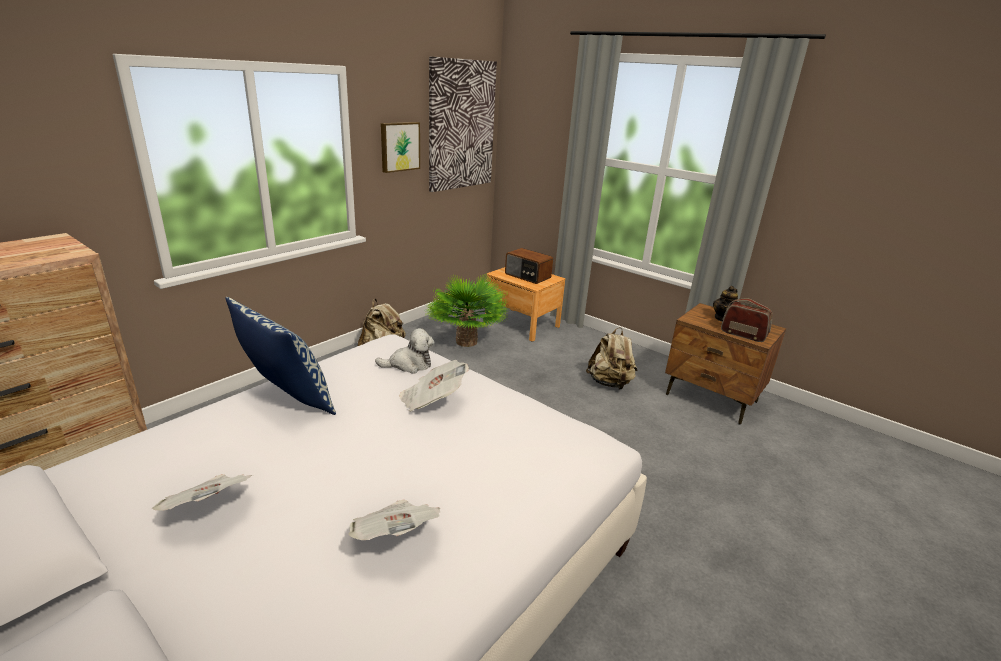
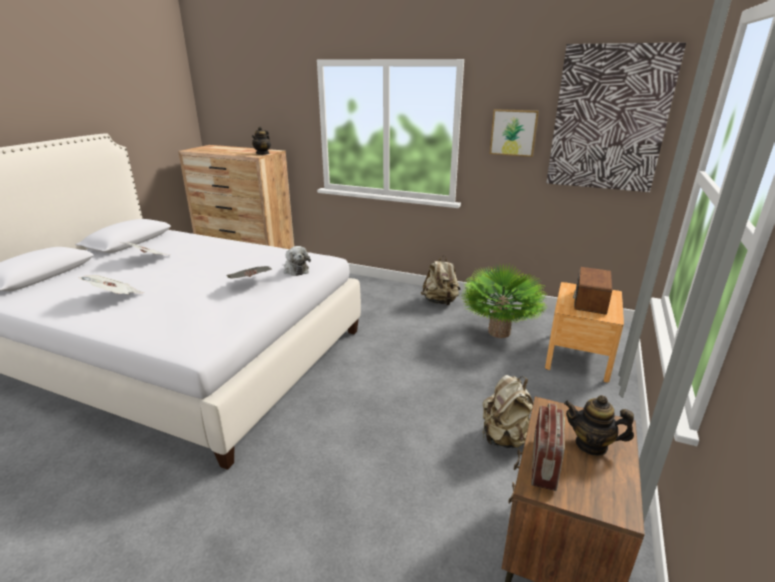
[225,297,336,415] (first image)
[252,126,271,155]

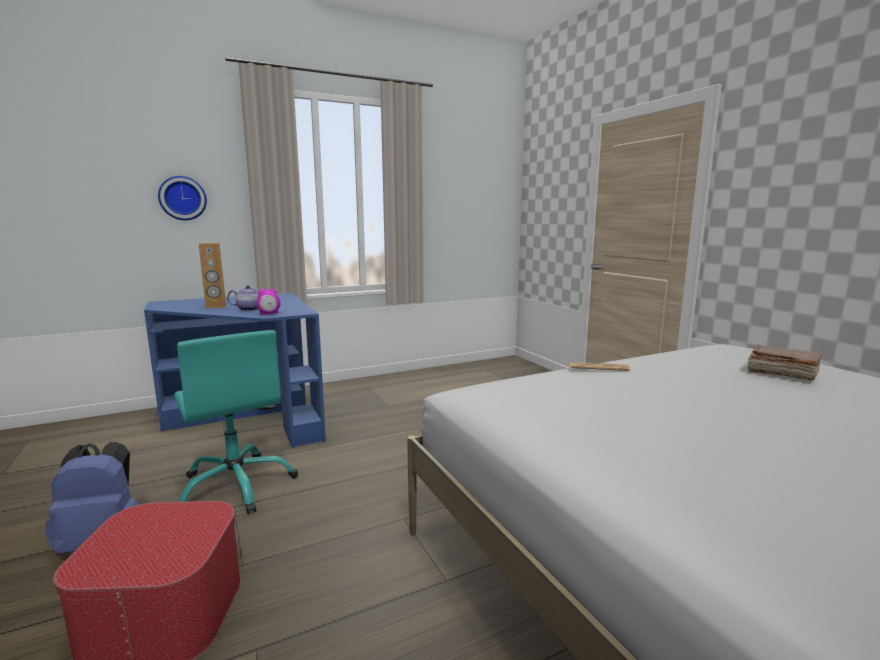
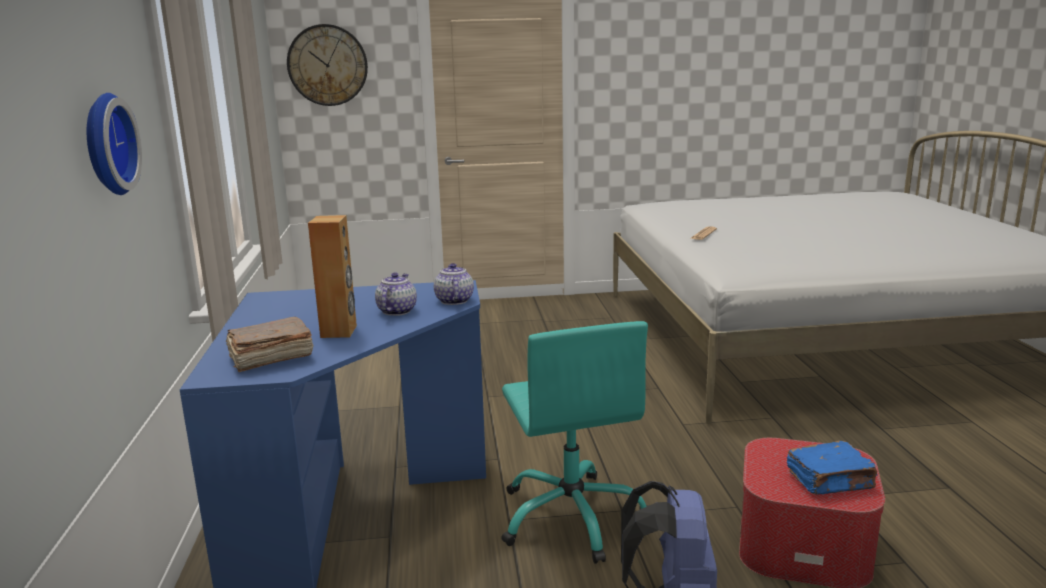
[501,321,648,564]
[434,263,474,305]
[225,317,313,372]
[287,24,368,106]
[787,441,878,494]

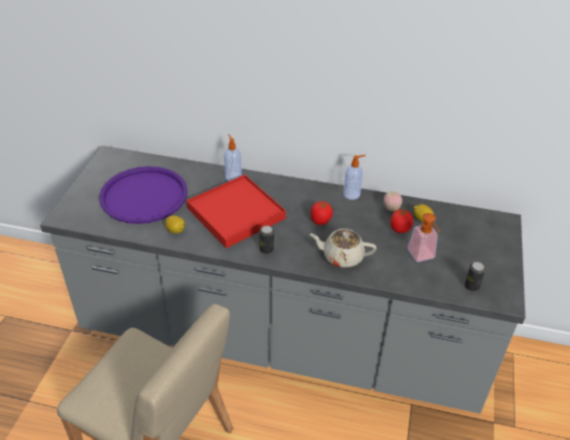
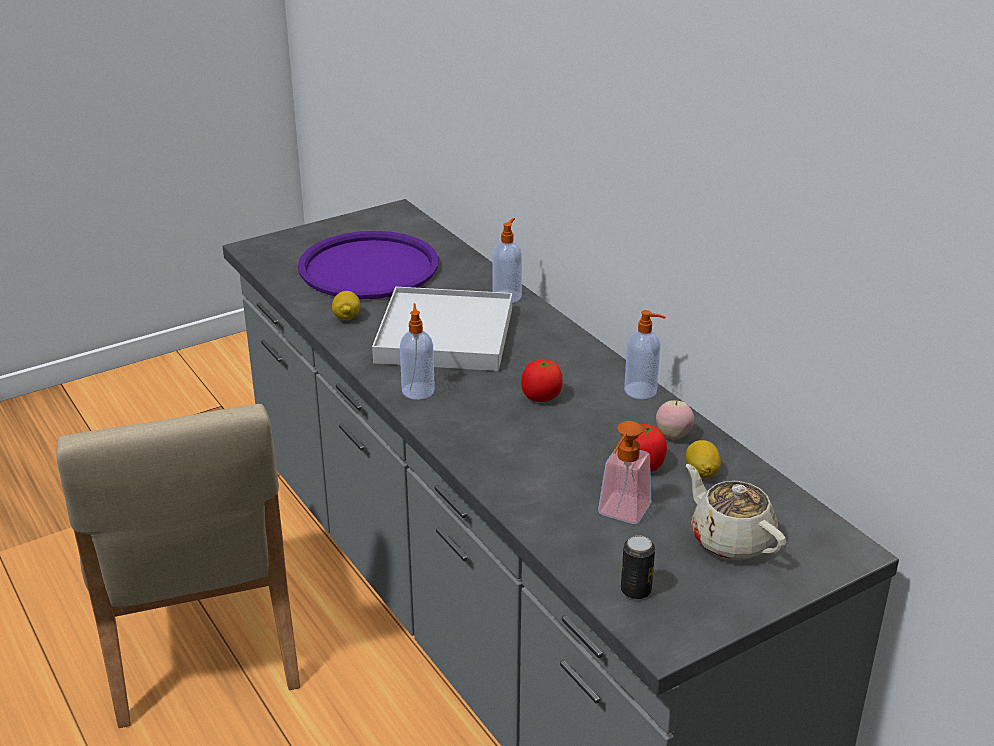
[372,287,512,371]
[400,303,435,400]
[686,464,786,560]

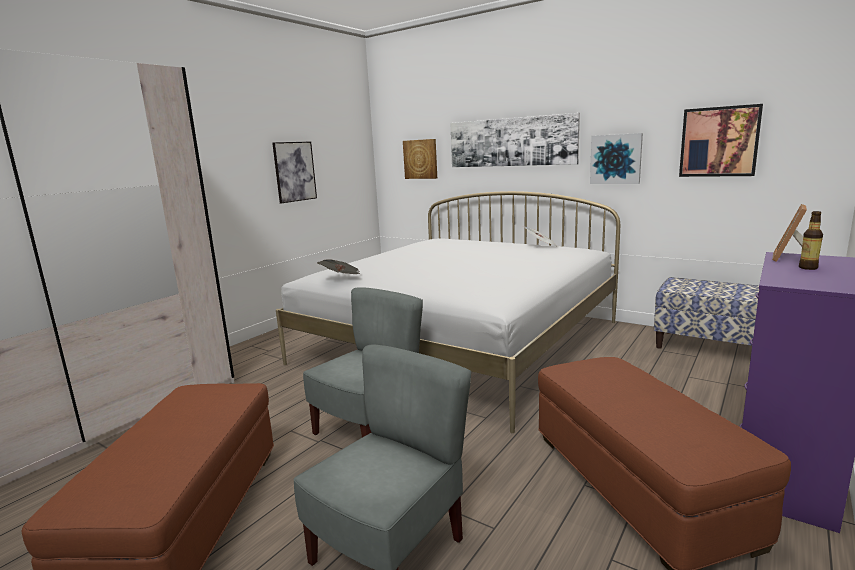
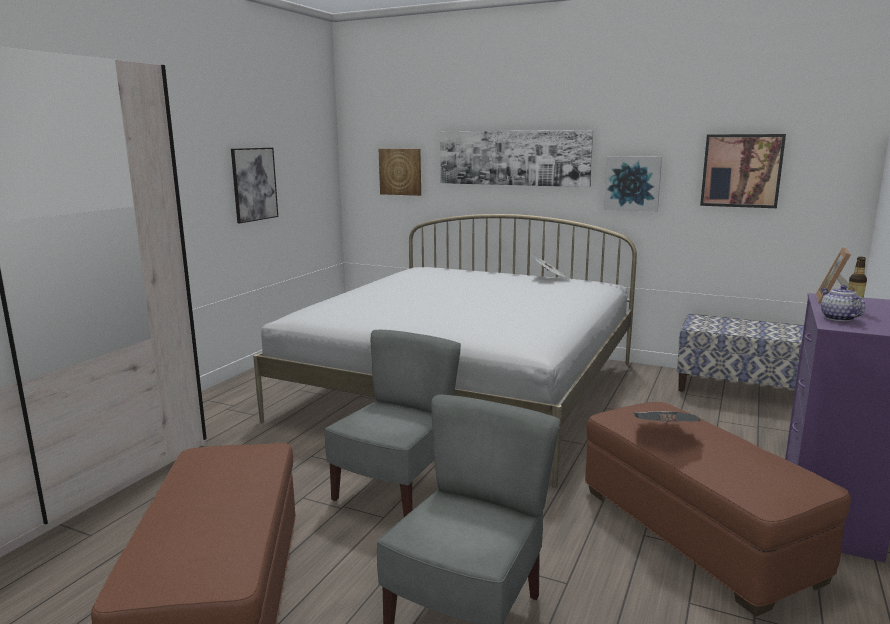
[633,411,701,423]
[821,285,865,321]

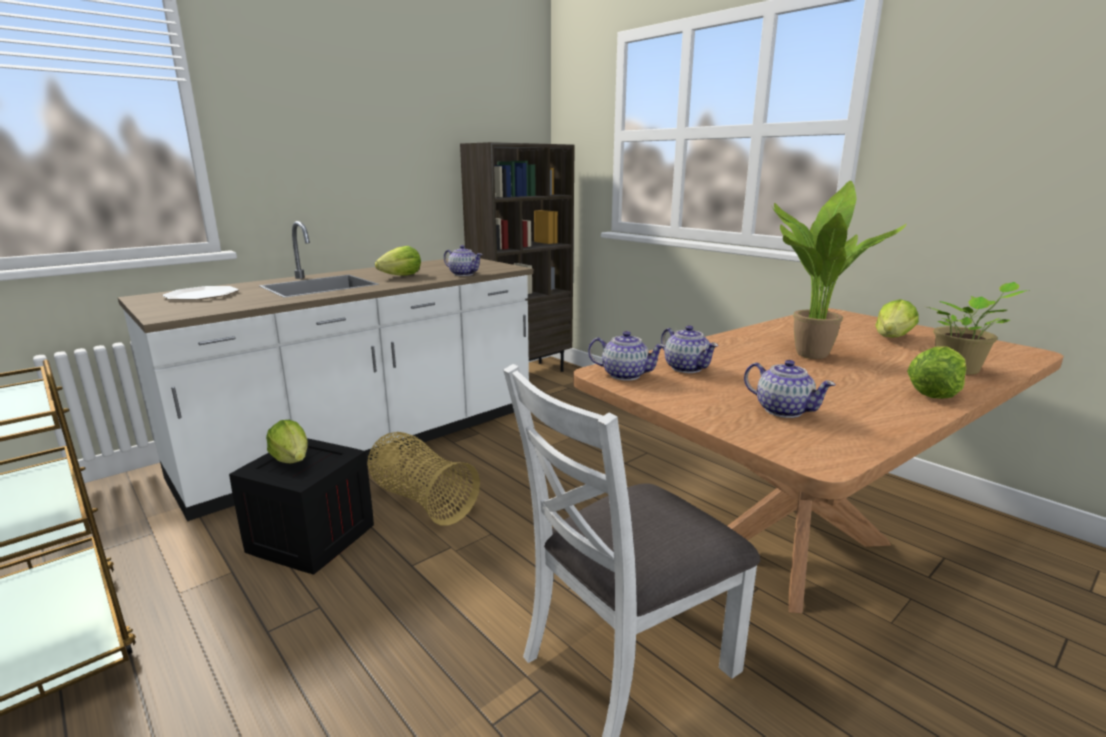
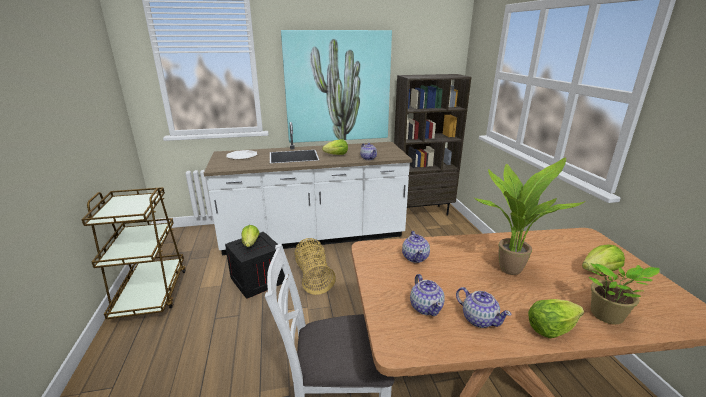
[456,287,512,328]
[281,30,392,143]

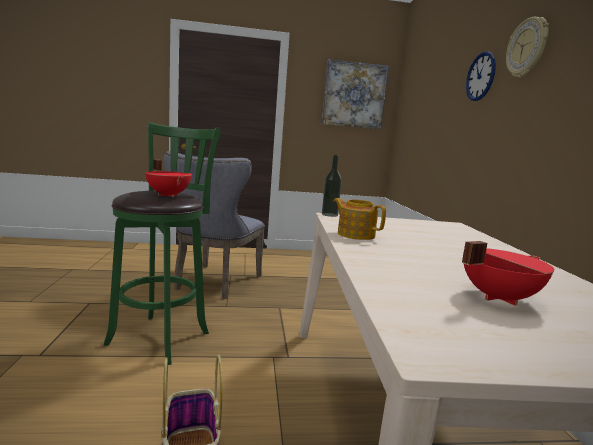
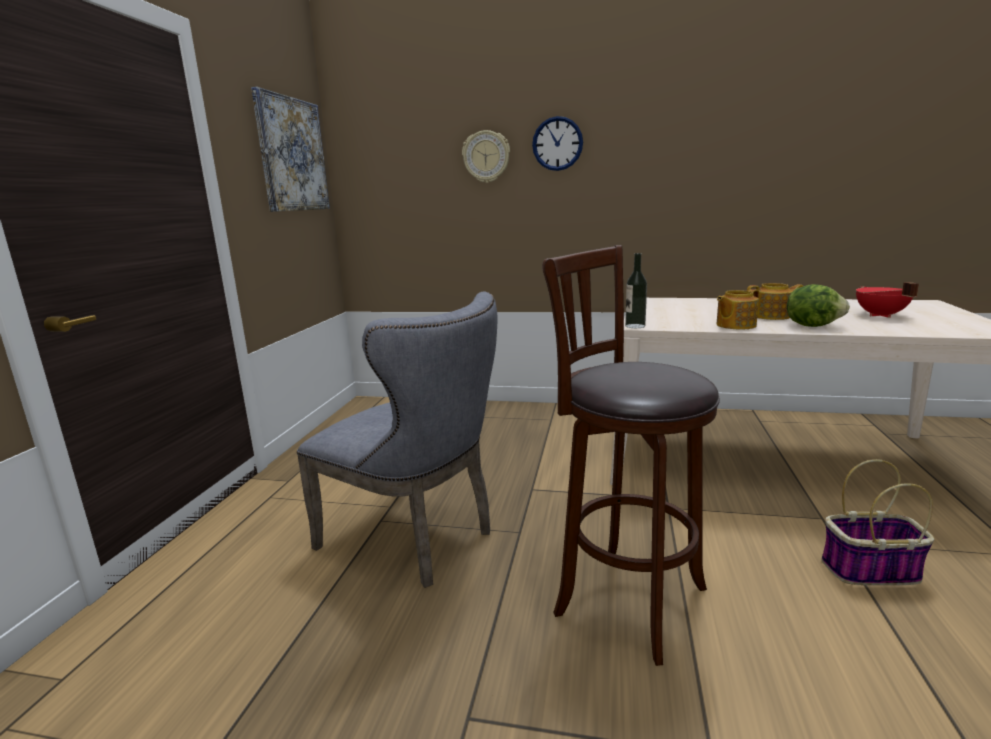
[542,245,720,666]
[145,159,192,197] (first image)
[462,130,510,183]
[747,283,803,320]
[787,284,850,327]

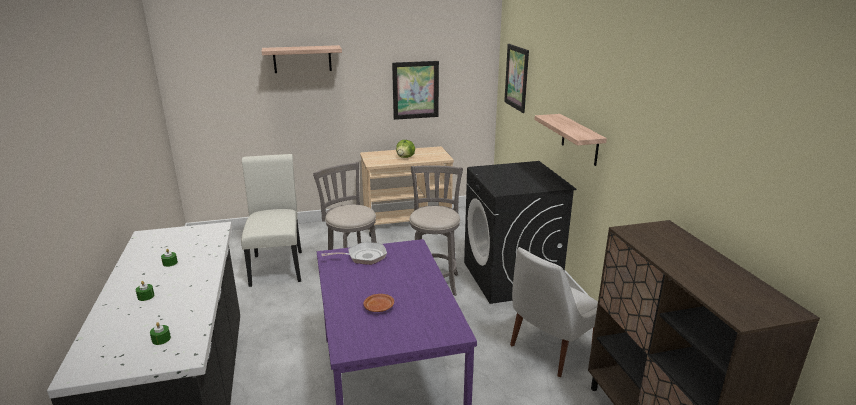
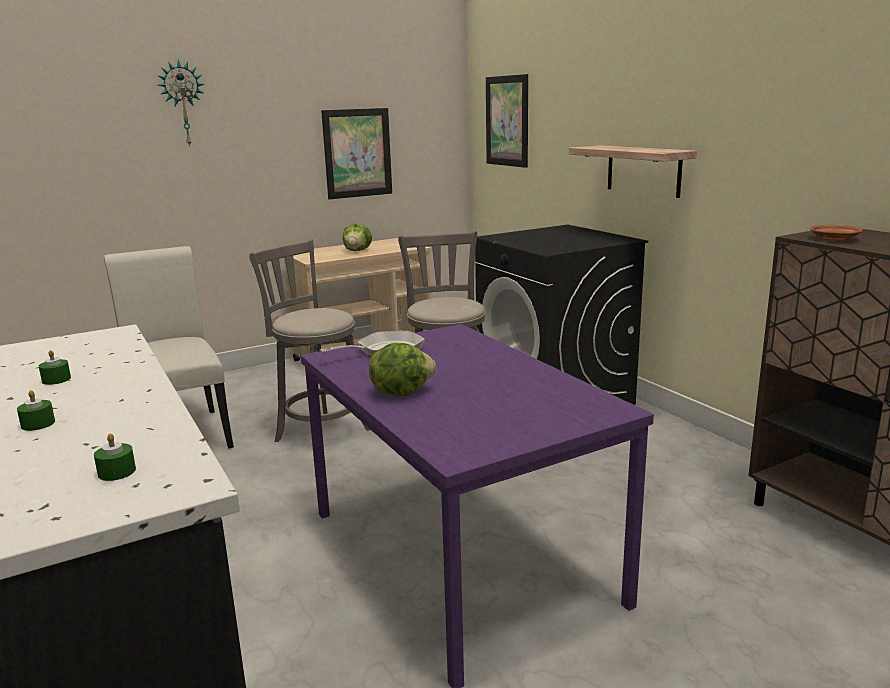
[157,60,204,147]
[810,225,863,240]
[510,247,598,377] (first image)
[369,343,436,397]

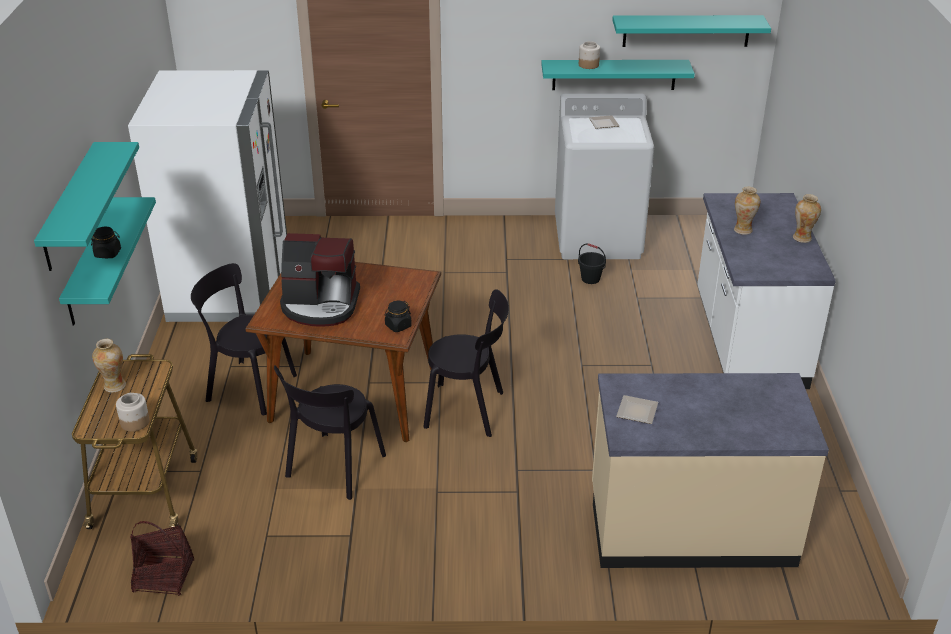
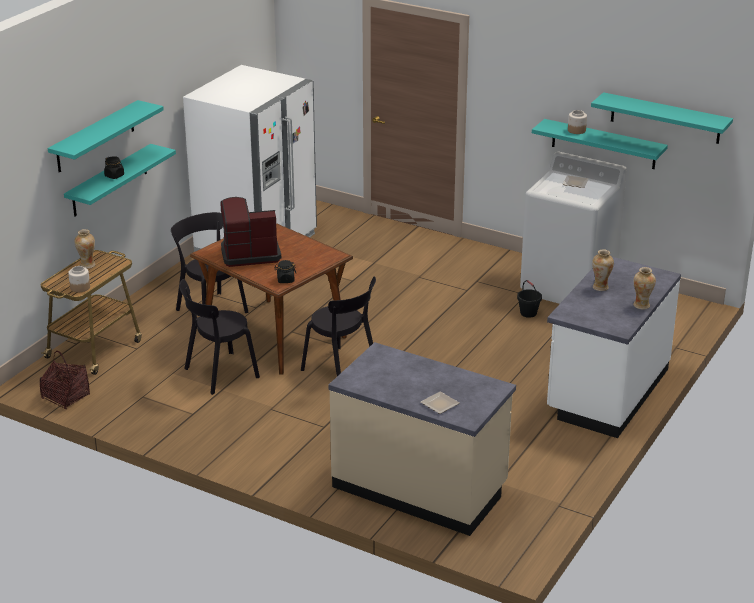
[220,197,281,267]
[421,391,460,414]

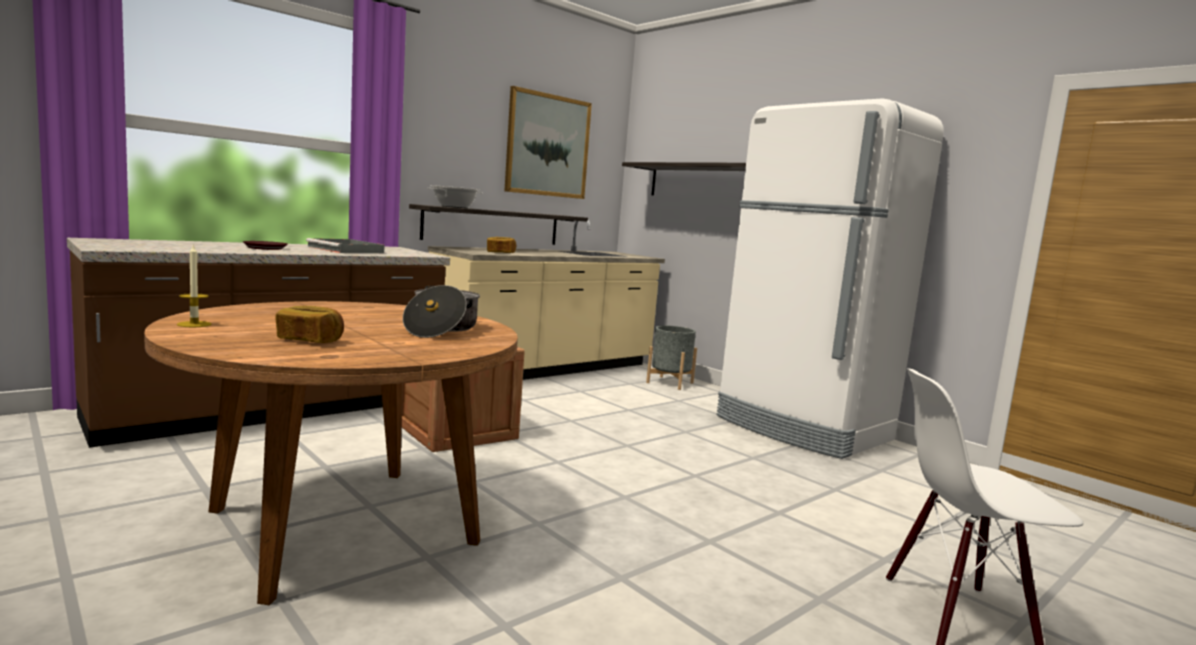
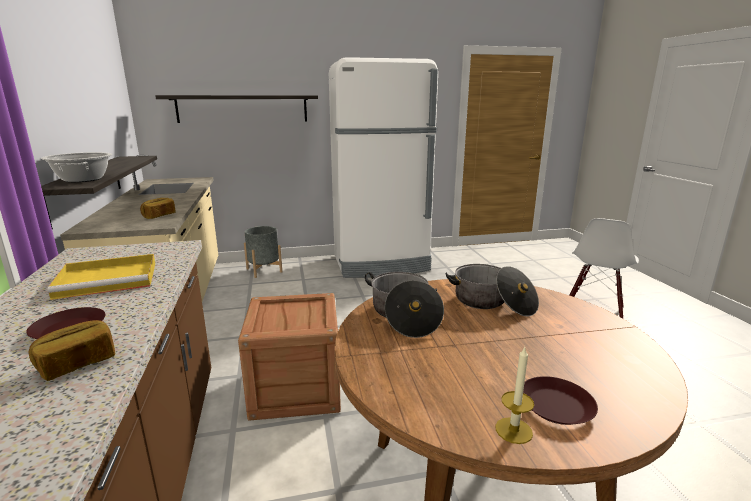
[28,320,115,381]
[47,254,155,300]
[505,86,592,199] (first image)
[365,272,444,338]
[523,376,598,425]

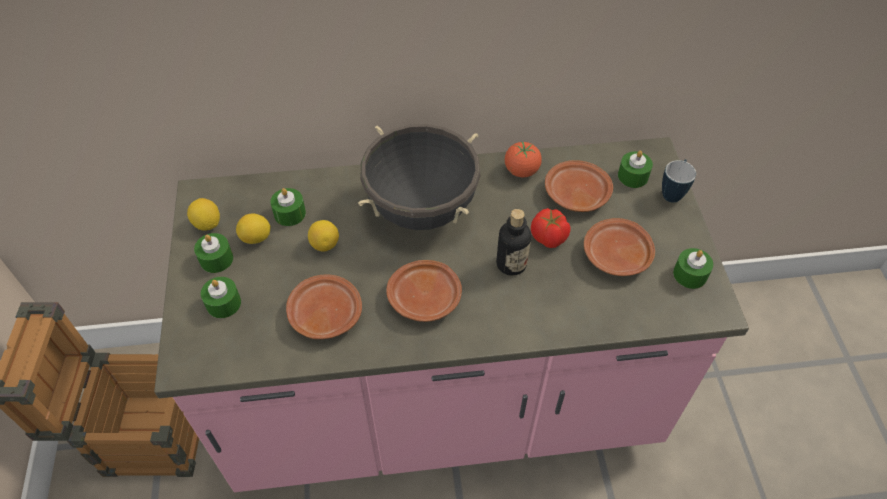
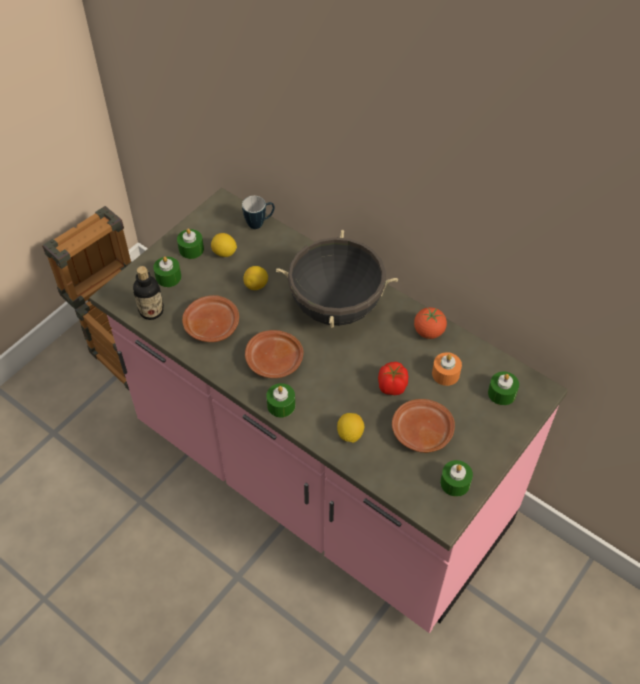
[337,413,364,443]
[266,383,295,418]
[133,266,164,320]
[432,352,462,386]
[242,196,275,229]

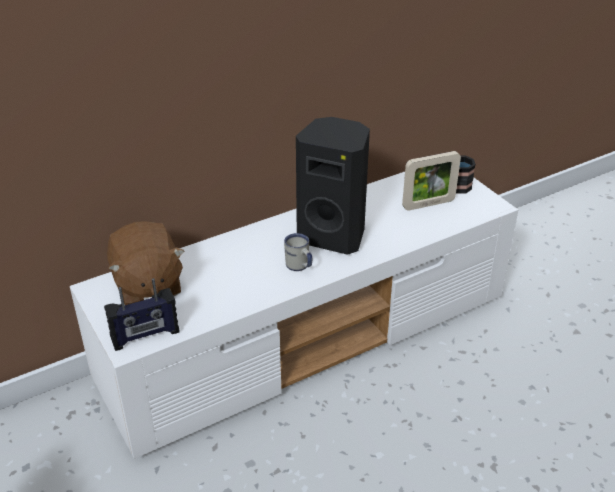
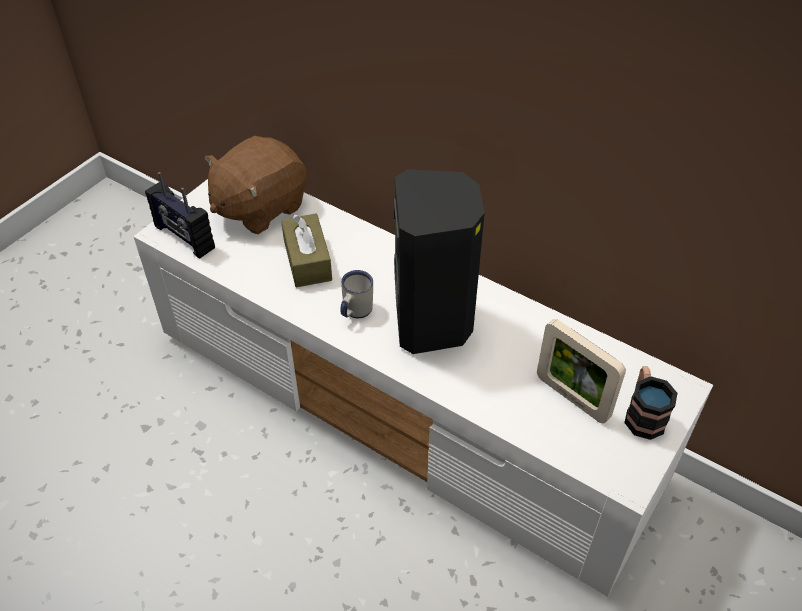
[281,213,332,287]

